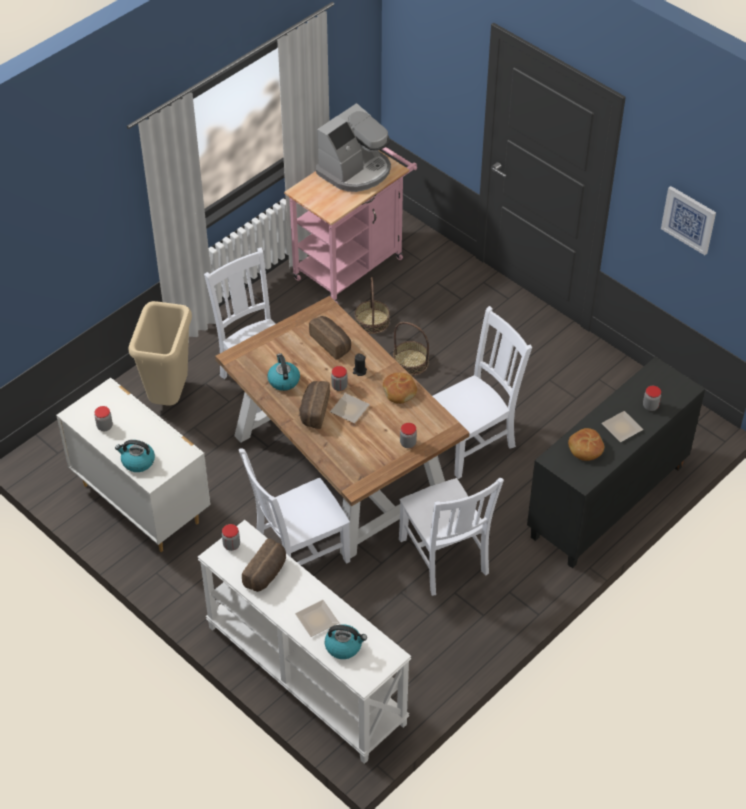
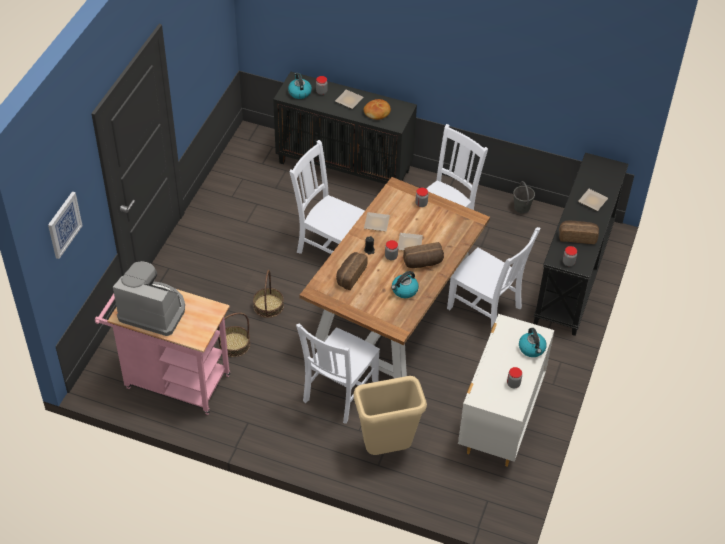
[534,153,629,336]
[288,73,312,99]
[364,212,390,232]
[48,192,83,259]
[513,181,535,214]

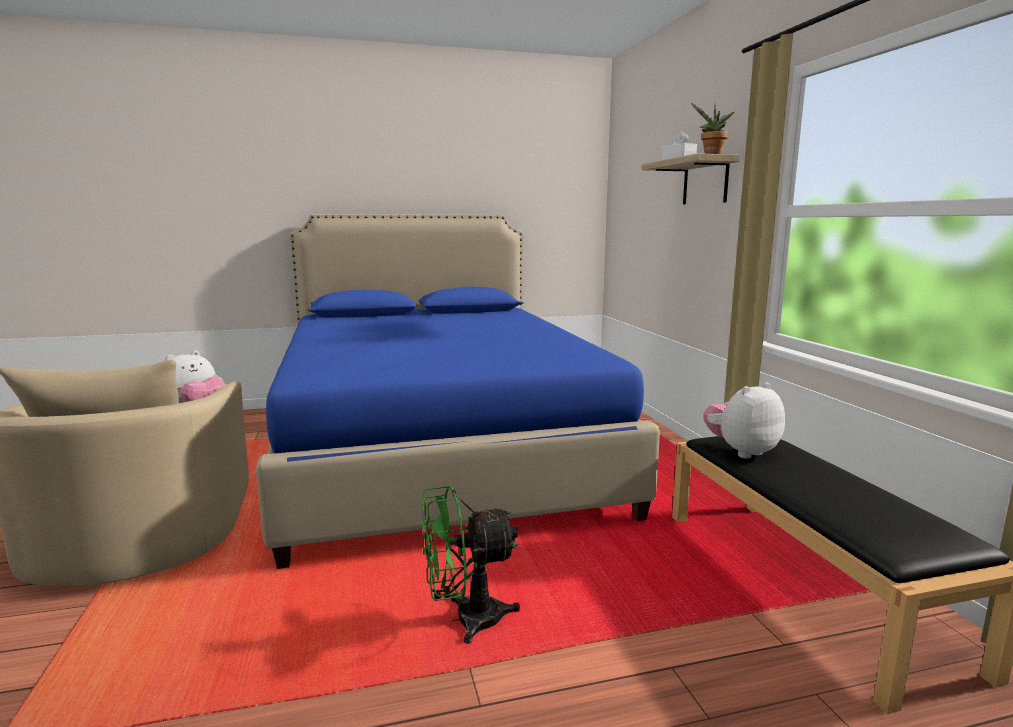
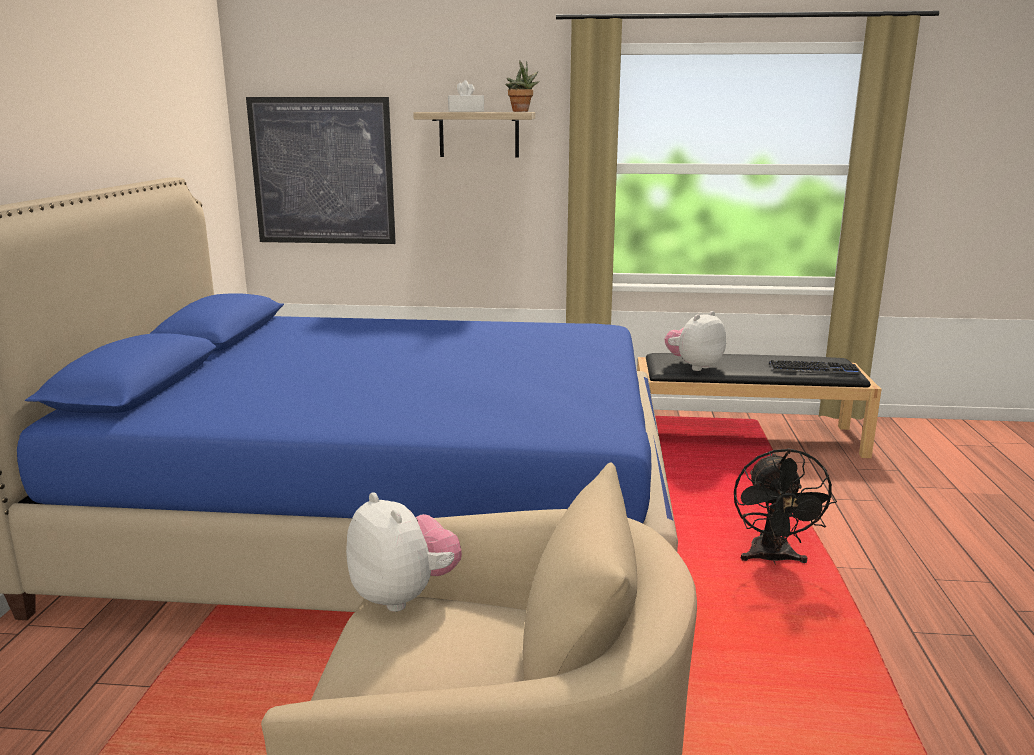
[734,448,837,564]
[665,311,726,371]
[246,97,396,244]
[769,360,862,375]

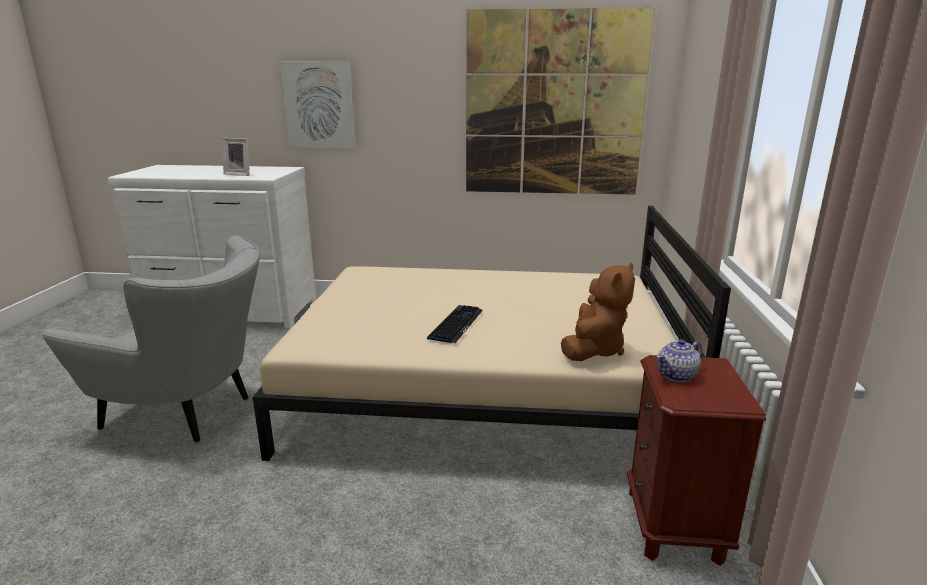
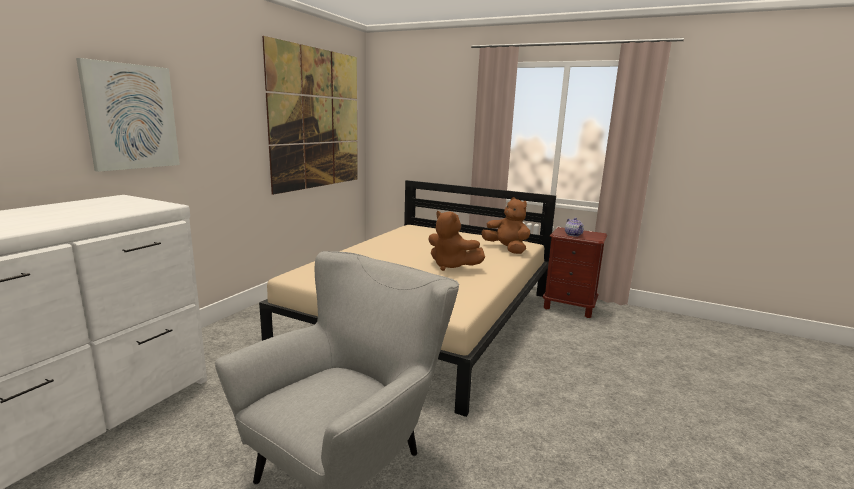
[222,138,249,176] (first image)
[428,211,485,271]

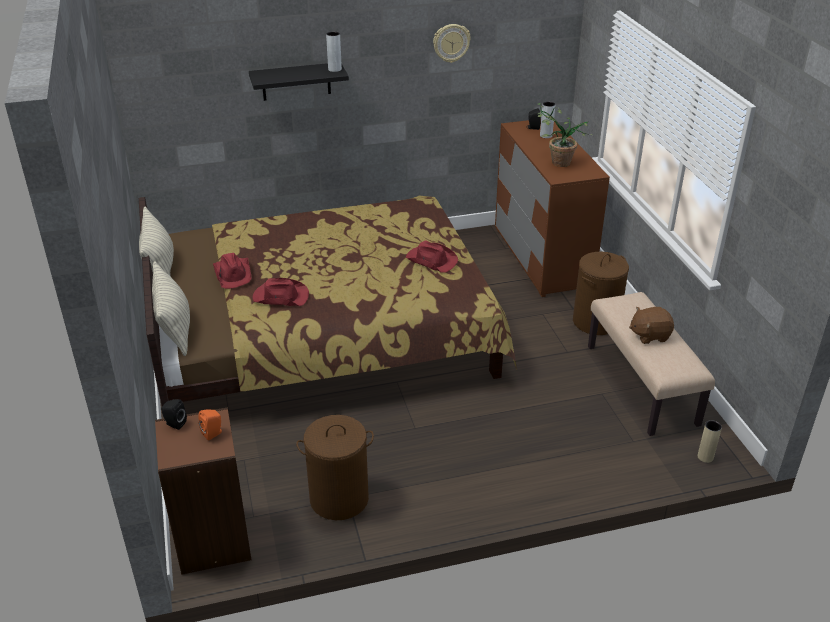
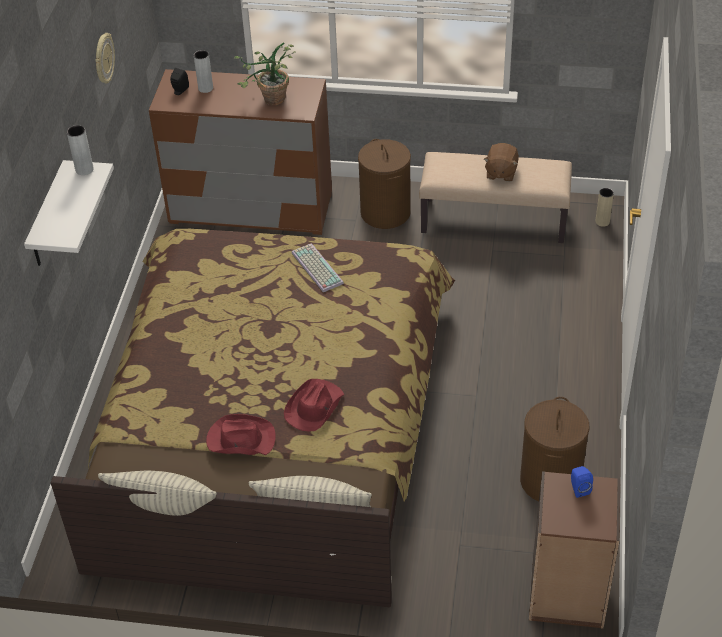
[161,399,187,430] (first image)
[571,466,593,498]
[24,160,114,266]
[292,243,344,292]

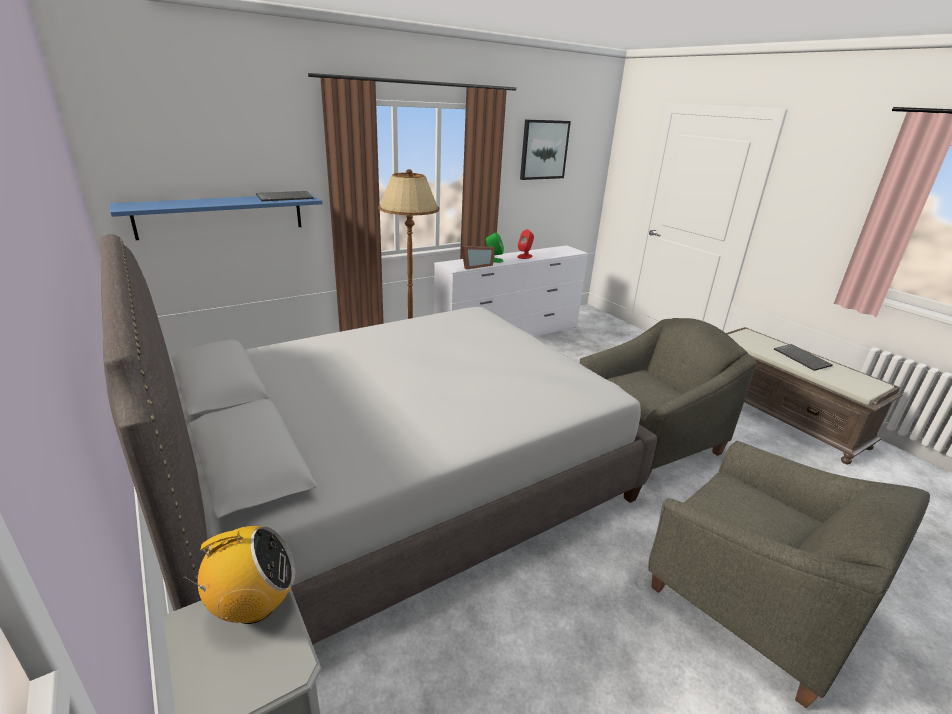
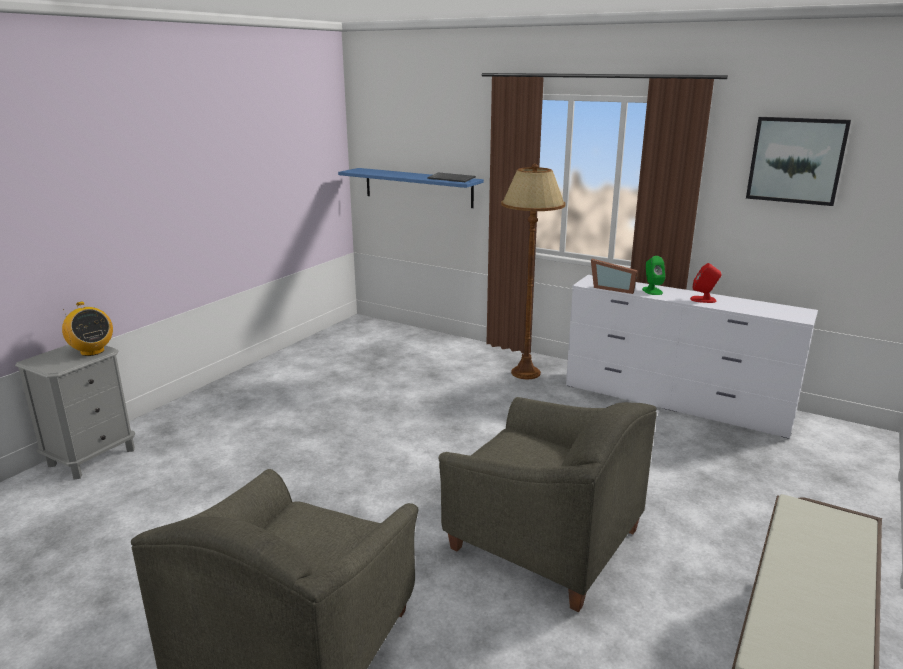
[100,234,657,645] (first image)
[774,344,832,371] (first image)

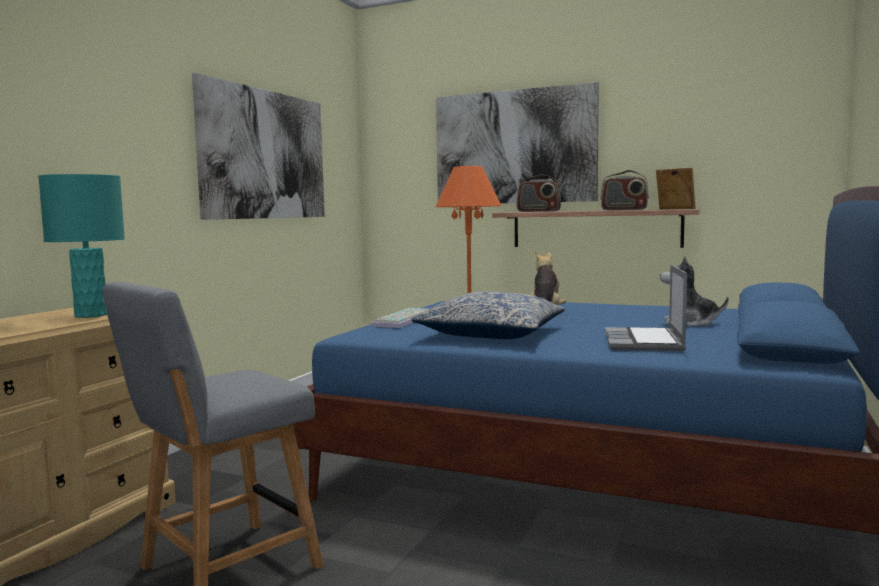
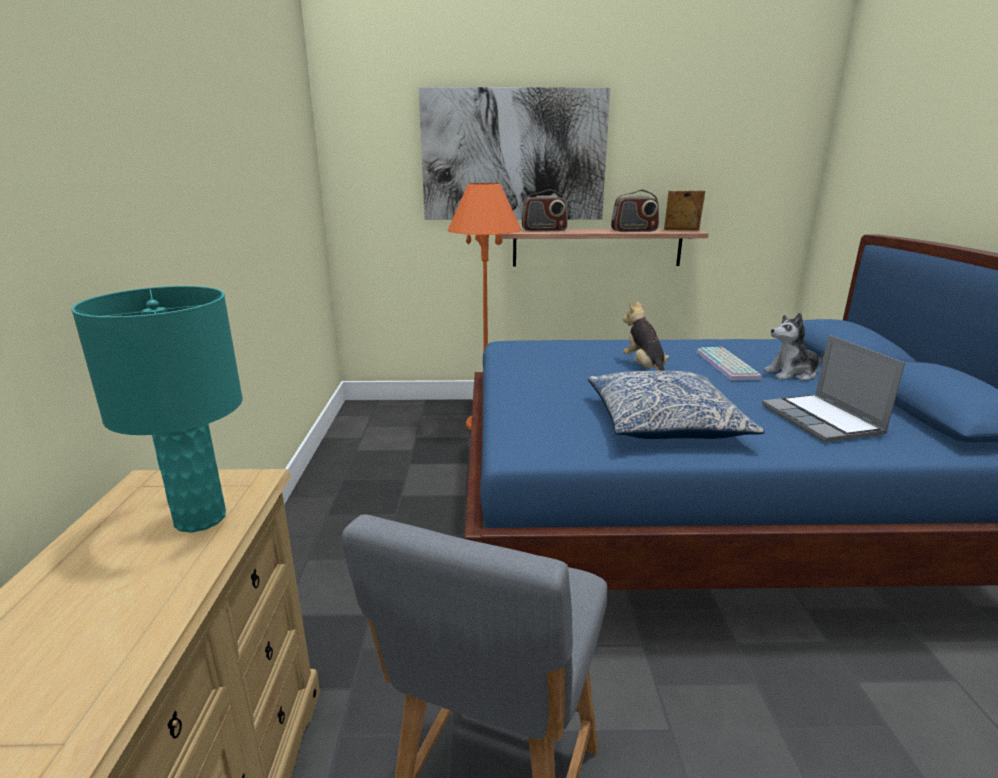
[192,73,325,220] (first image)
[696,347,762,380]

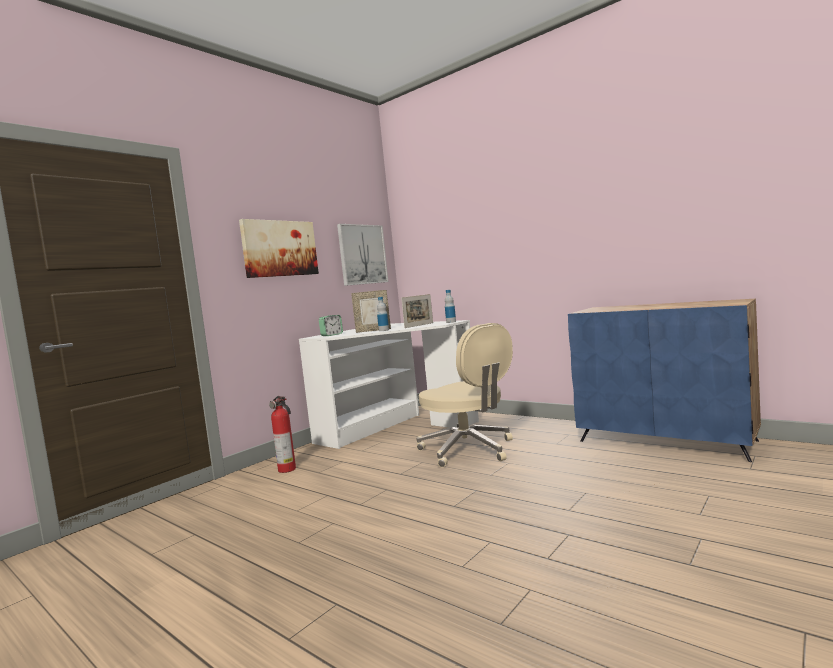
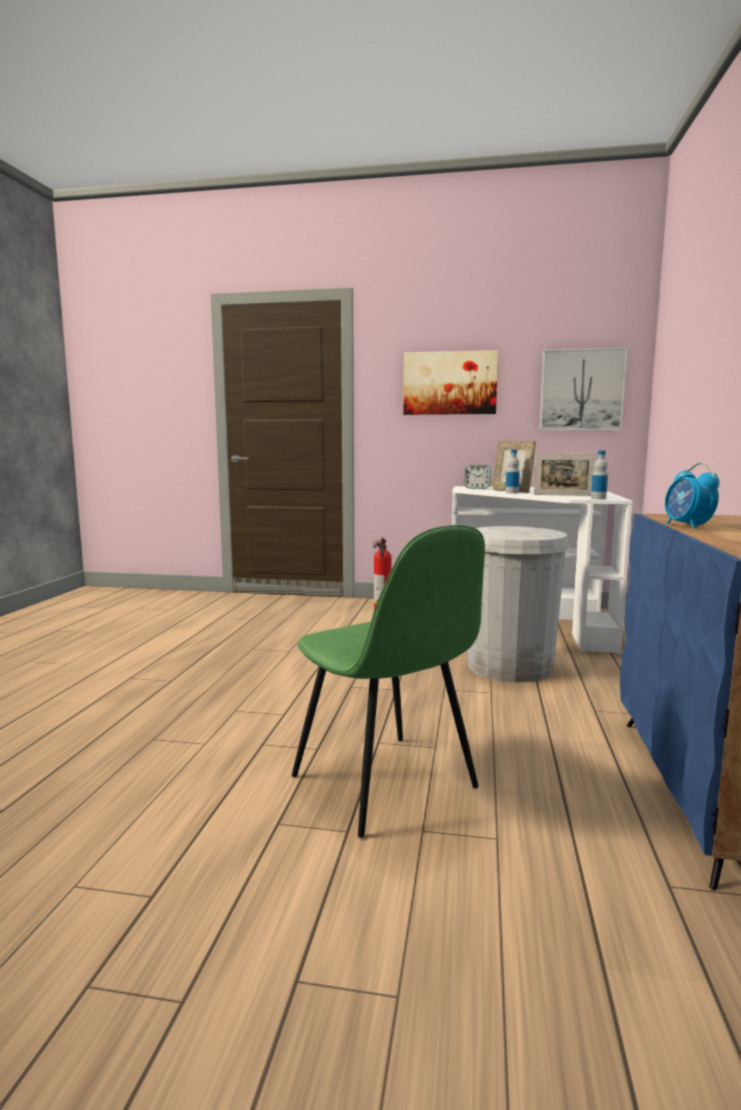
[467,526,570,683]
[292,525,485,838]
[665,462,720,529]

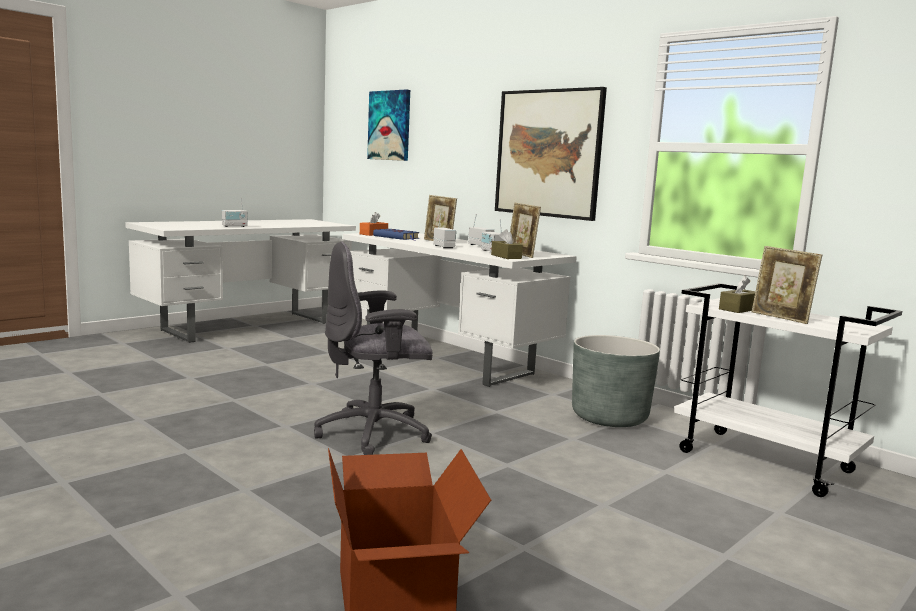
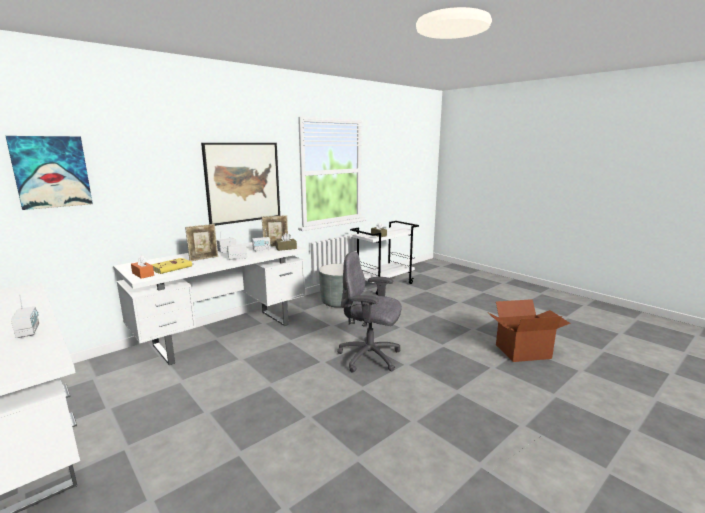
[337,251,402,373]
[151,258,192,274]
[752,246,822,324] (first image)

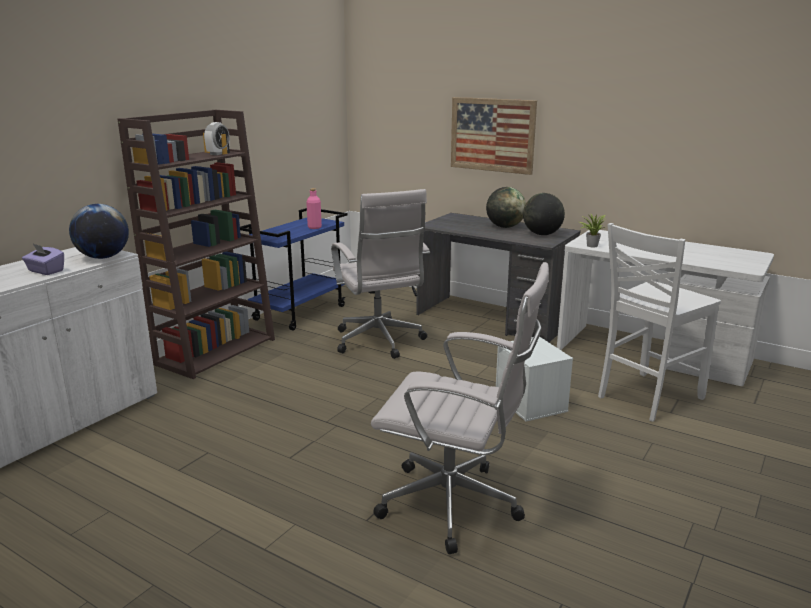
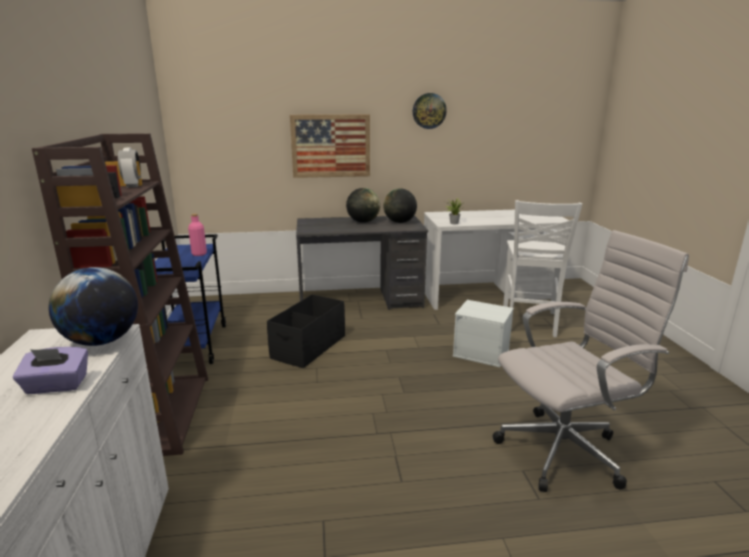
[267,294,345,368]
[413,93,447,129]

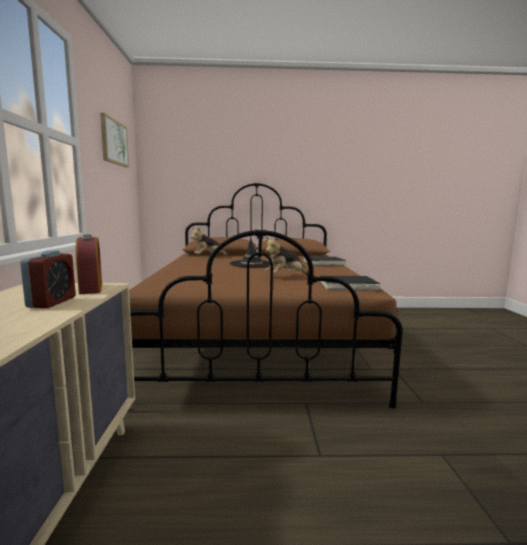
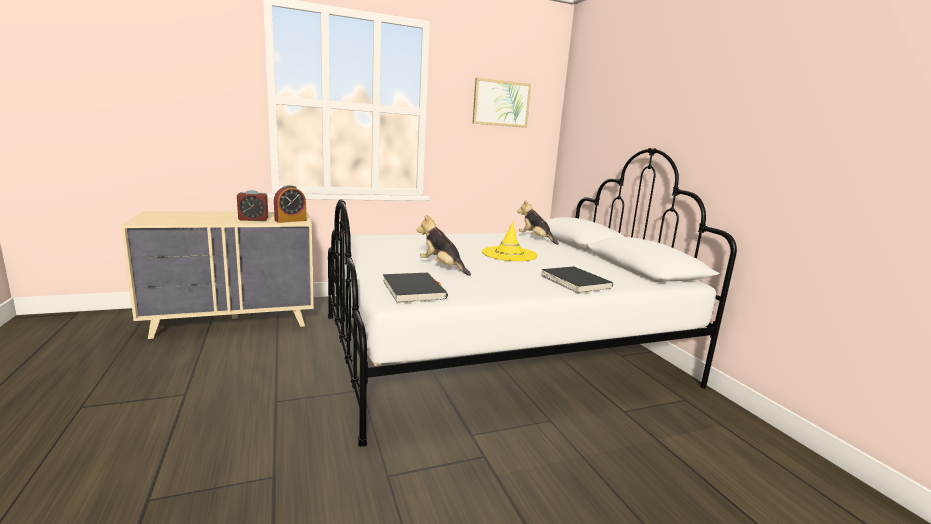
[328,148,737,447]
[482,221,538,261]

